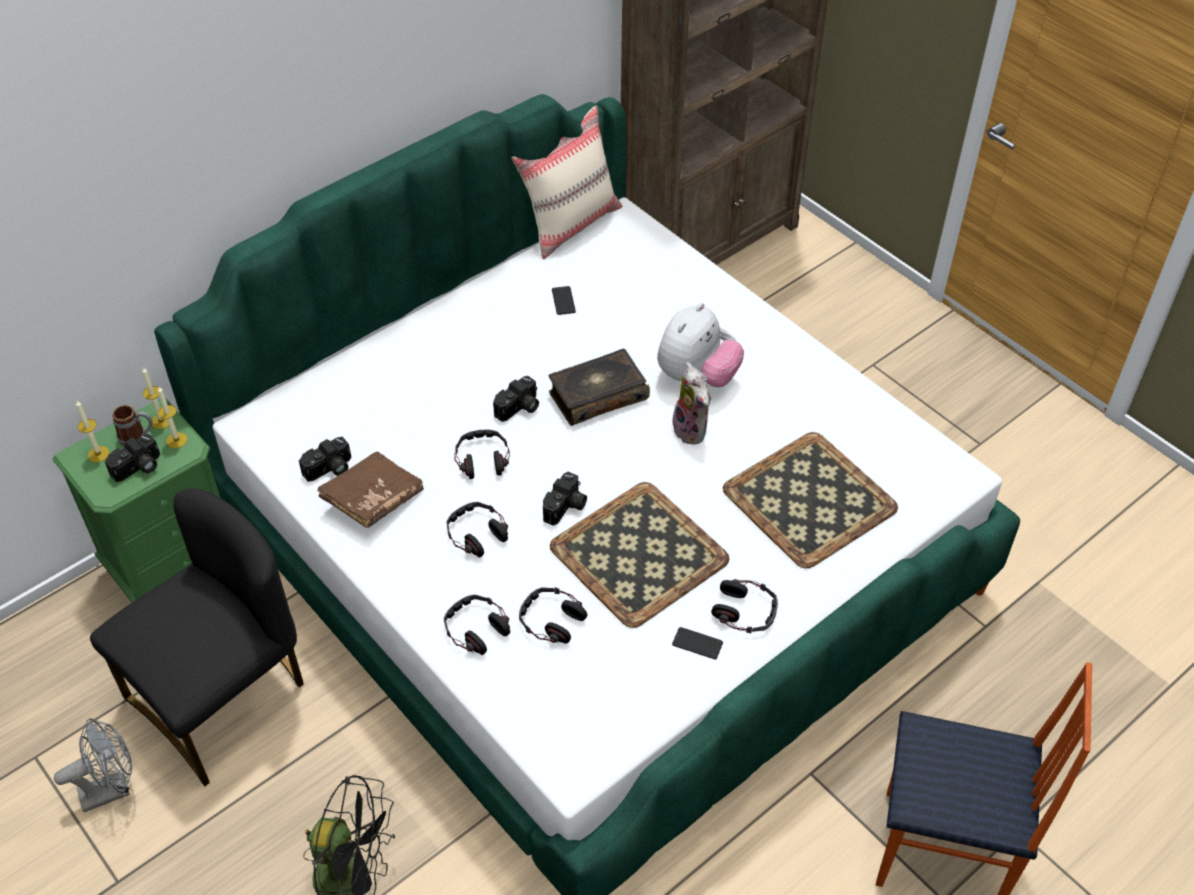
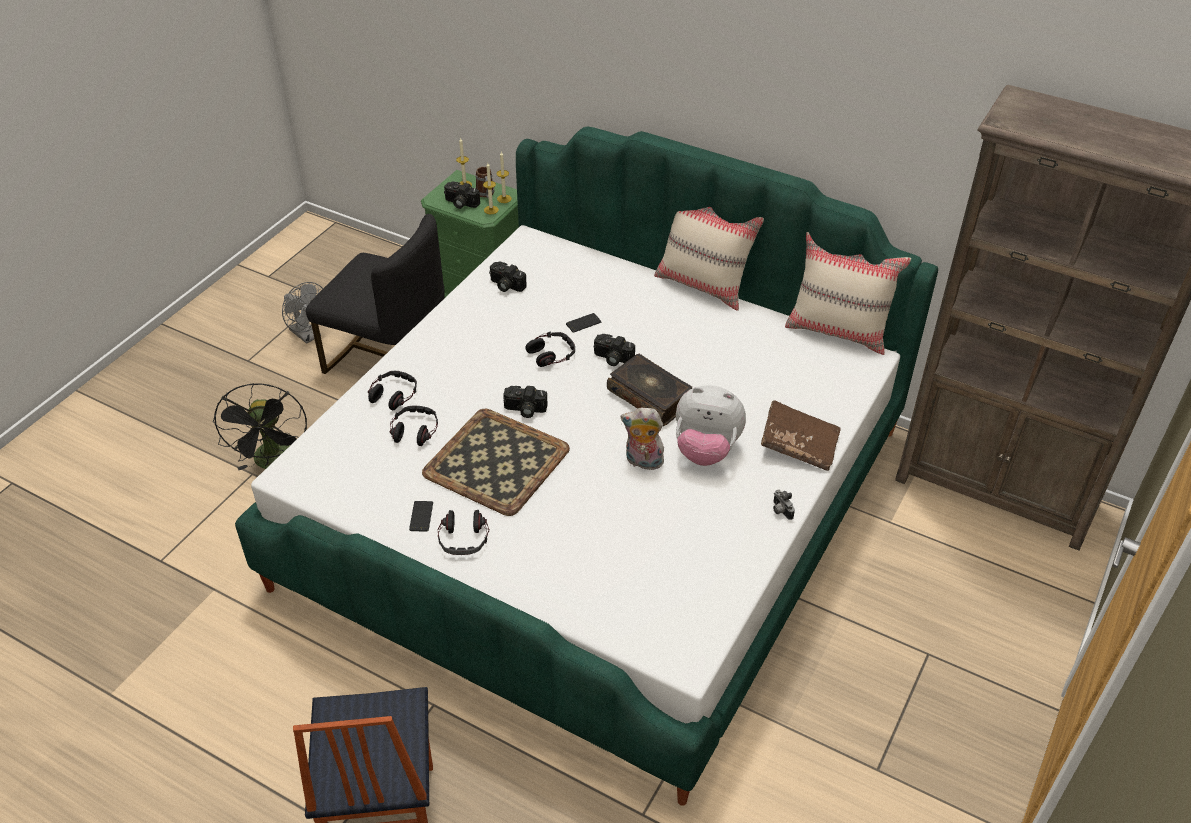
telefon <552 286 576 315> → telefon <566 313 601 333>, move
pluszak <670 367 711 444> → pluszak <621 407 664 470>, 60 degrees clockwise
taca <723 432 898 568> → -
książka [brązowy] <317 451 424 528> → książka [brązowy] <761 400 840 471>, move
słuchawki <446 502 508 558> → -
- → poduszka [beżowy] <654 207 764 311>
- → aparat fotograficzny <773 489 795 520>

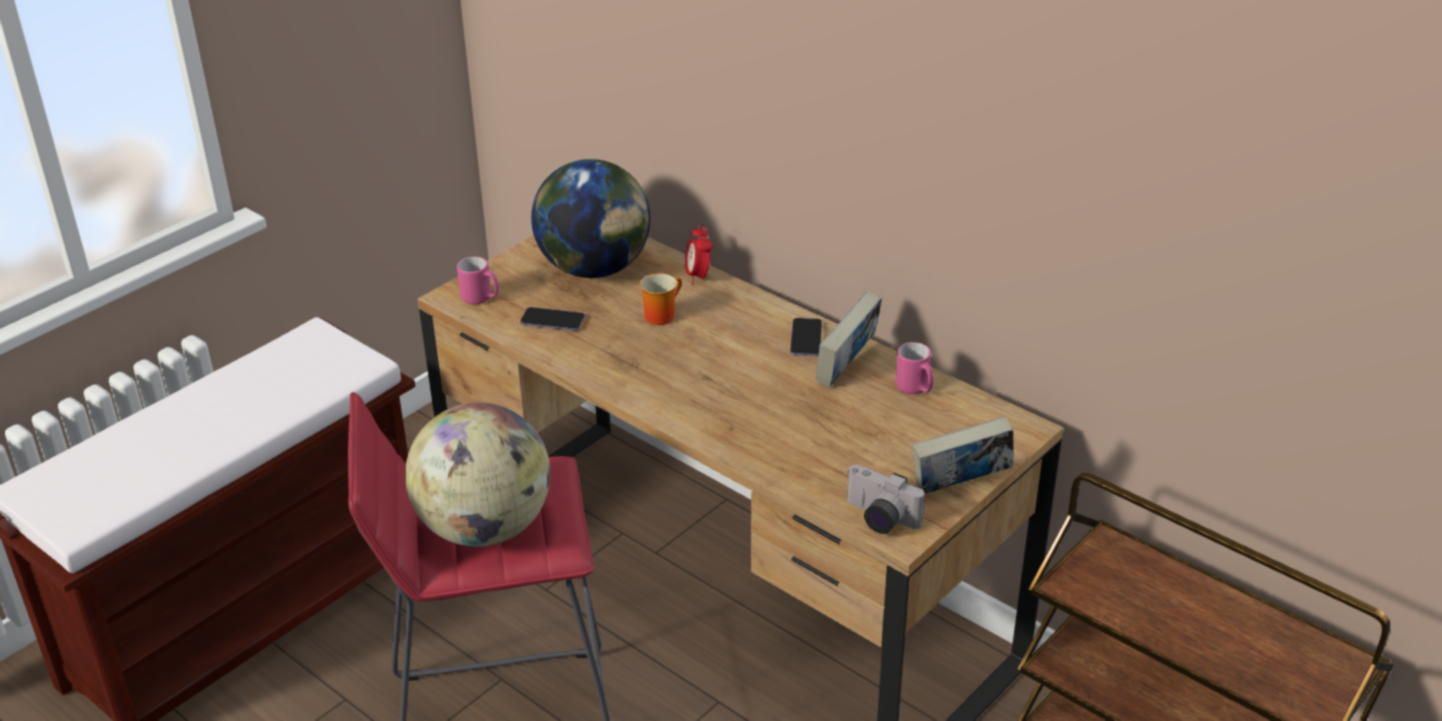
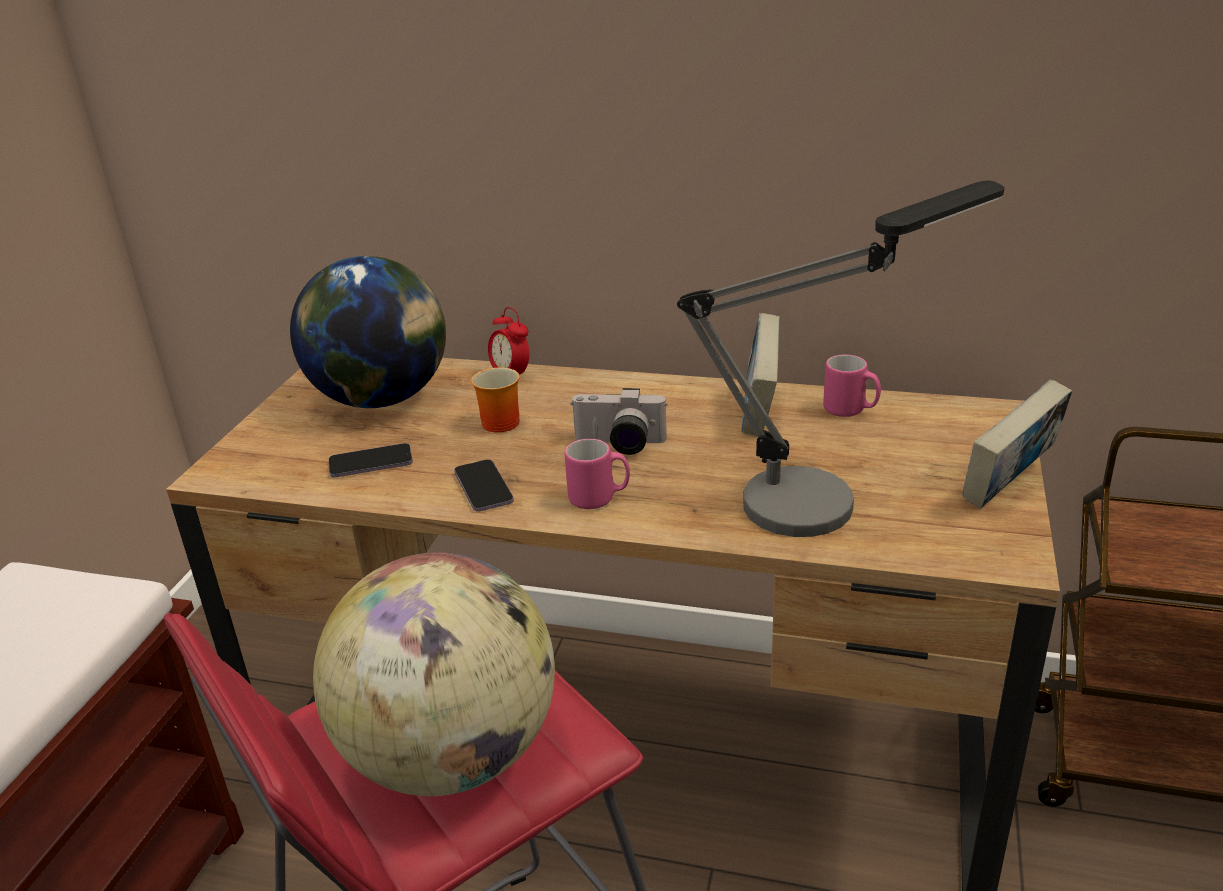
kubek [różowy] <457 257 499 304> → kubek [różowy] <564 439 630 509>, move
telefon <790 318 822 356> → telefon <454 460 514 512>, move
aparat fotograficzny <847 465 925 534> → aparat fotograficzny <570 388 667 455>, move
- → lampa stołowa <677 180 1004 537>

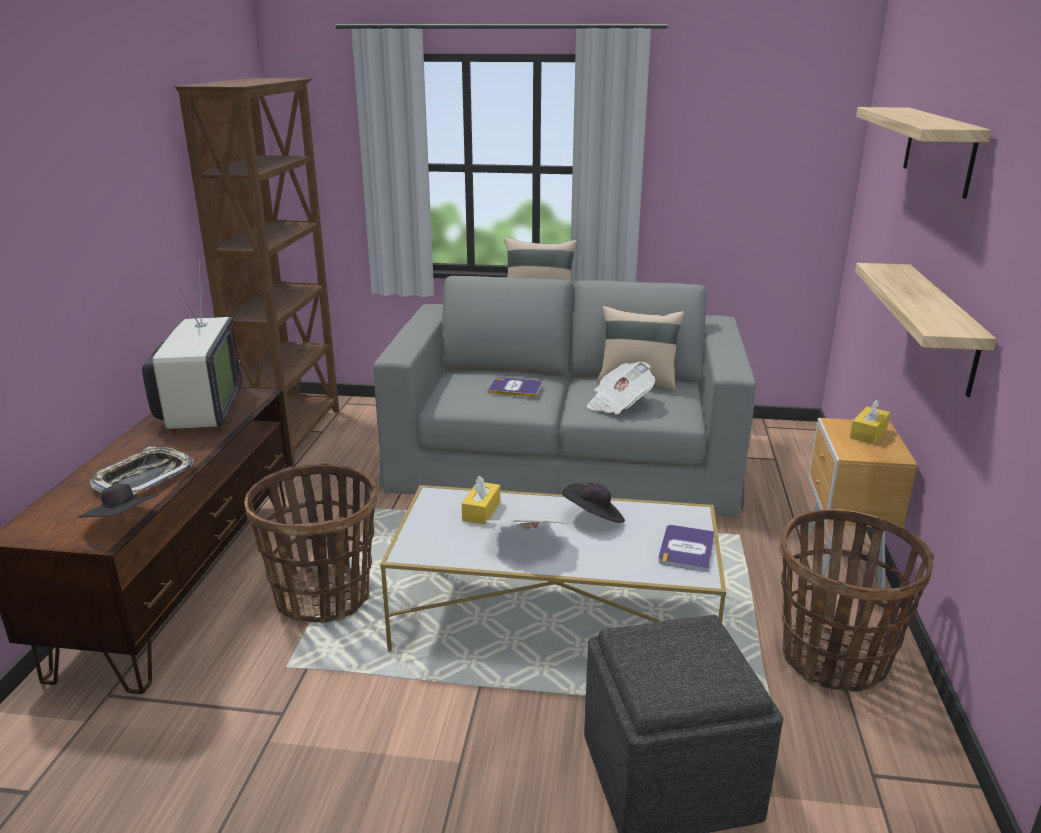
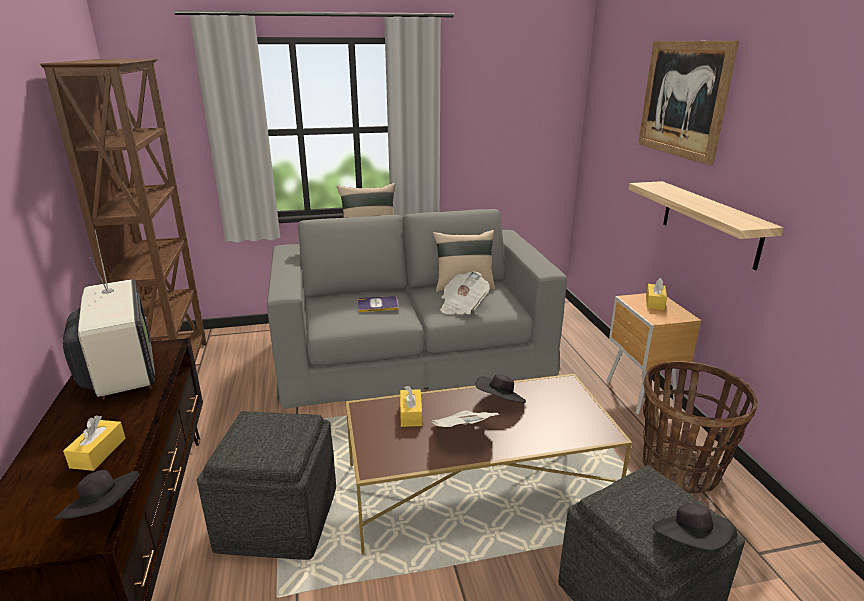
półka <856 107 992 199> → obraz <638 41 739 166>
taca <90 447 194 495> → pudełko chusteczek [żółty] <63 415 126 471>
koszyk <244 464 377 624> → pufa [szary] <197 411 336 560>
ława [biały] <380 485 726 652> → ława [brązowy] <345 373 632 555>
książka <658 525 715 572> → -
- → kapelusz [czarny] <652 503 734 550>

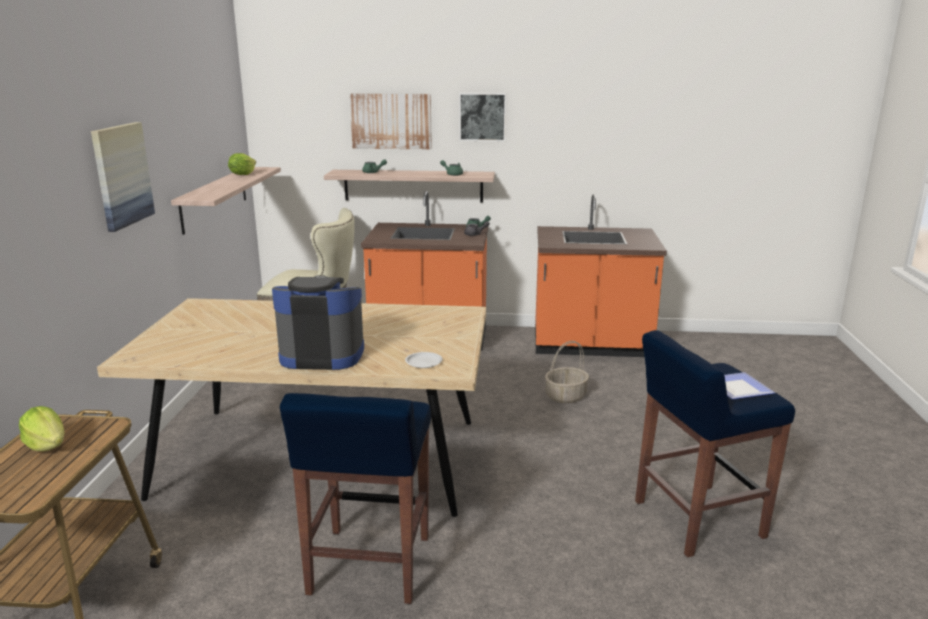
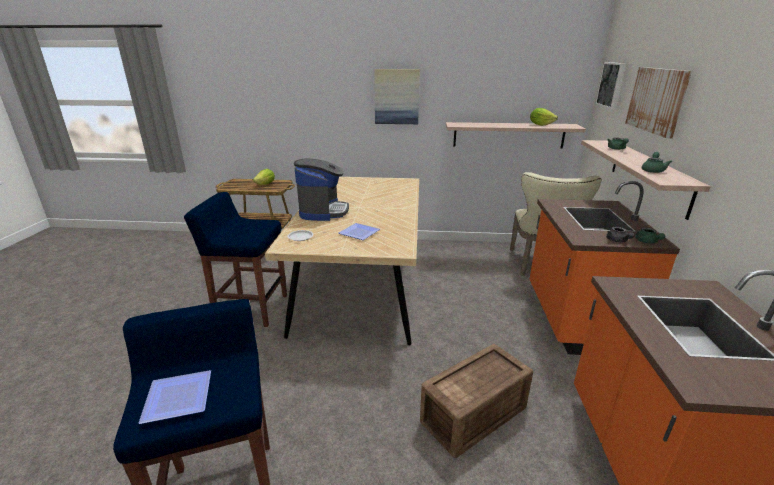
obraz <459 92 506 141> → obraz <595 62 626 109>, move
koszyk <545 341 589 403> → skrzynka <420 344 533 458>
- → talerz <338 223 380 240>

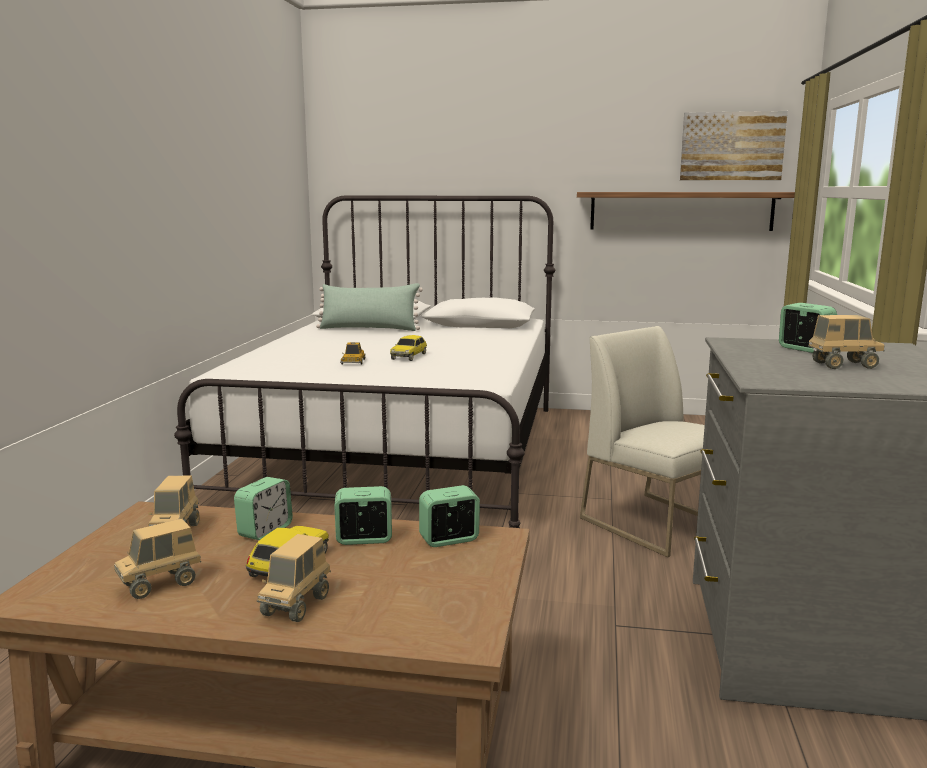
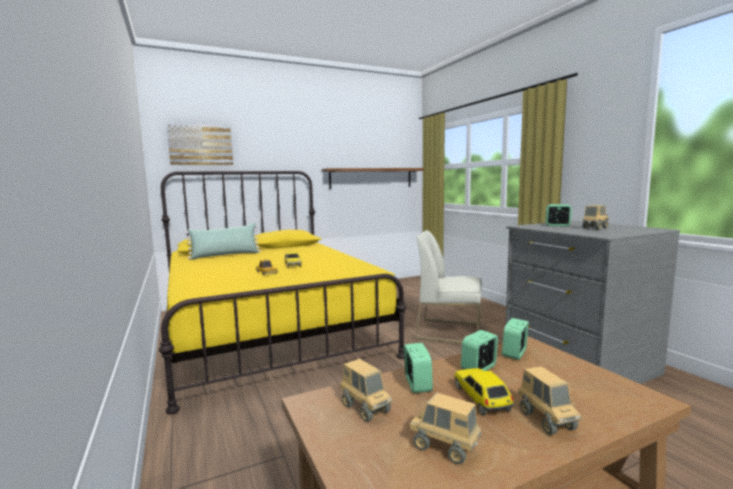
obraz <680 111 788 180> → obraz <166 123 233 165>, move
łóżko [biały] <174 195 555 528> → łóżko [żółty] <159 171 407 414>
ciężarówka zabawkowa <114 519 201 599> → ciężarówka zabawkowa <409 392 481 465>, 105 degrees clockwise

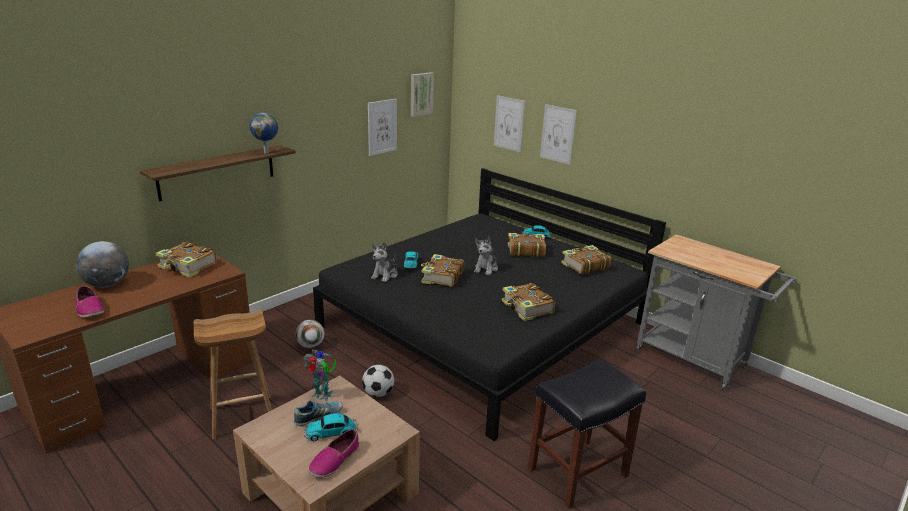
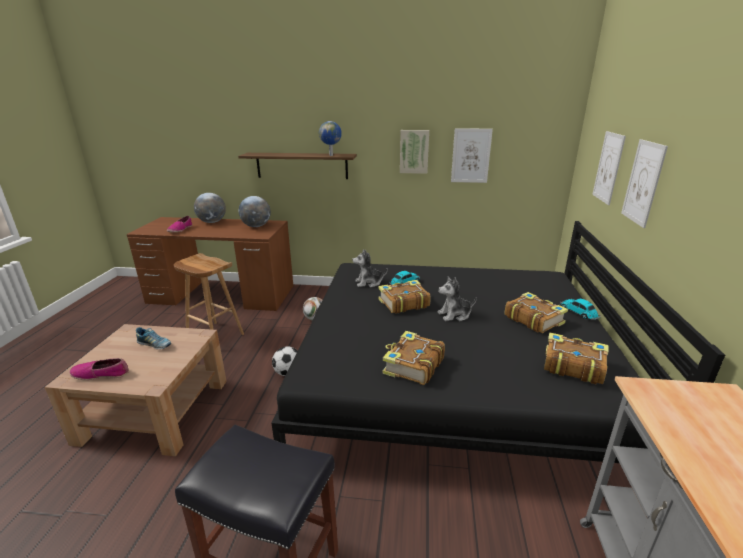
obraz <411 72 434 117> → obraz <400 130 429 174>, move
książka <155 242 217 277> → globus <239 196 271 227>
robot zabawkowy <304 350 336 401> → -
samochodzik <304 413 358 441> → -

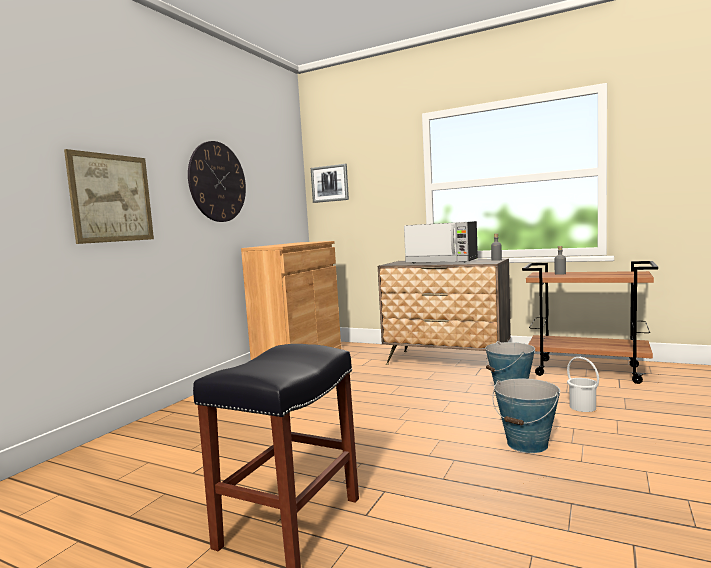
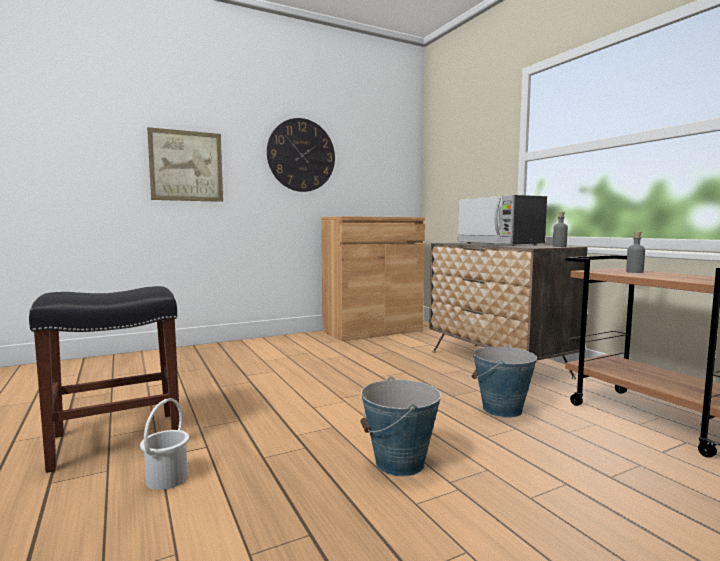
obraz <311 164 349 203> → -
wiadro [biały] <567 357 599 412> → wiadro [biały] <140 398 189 490>, move

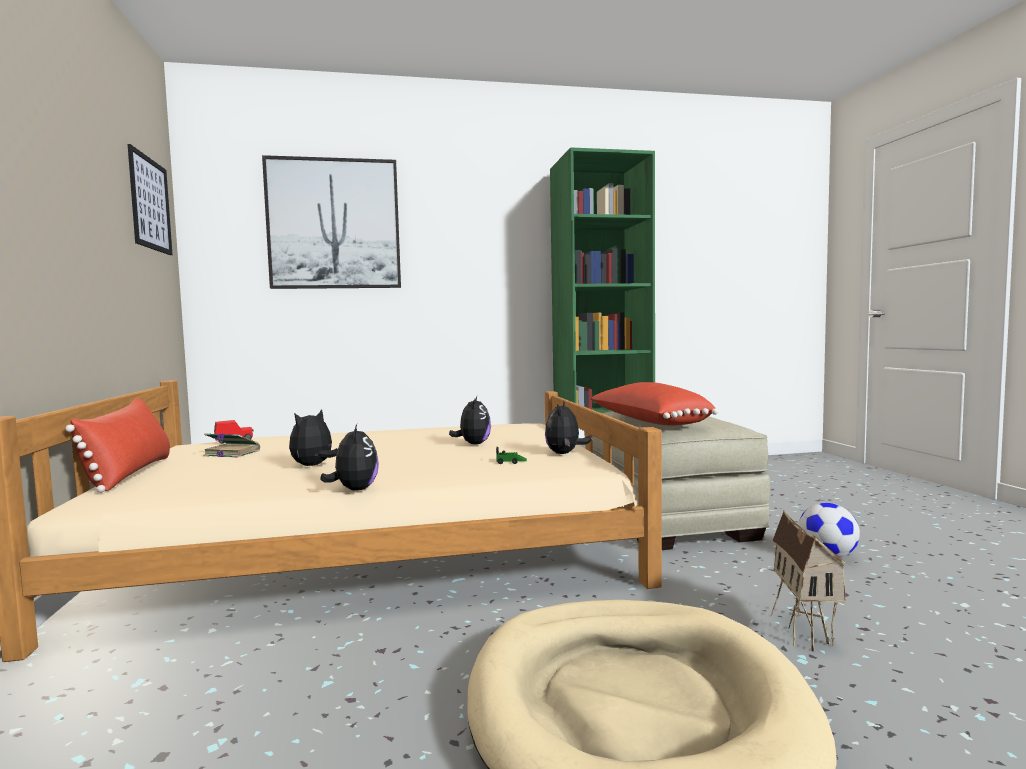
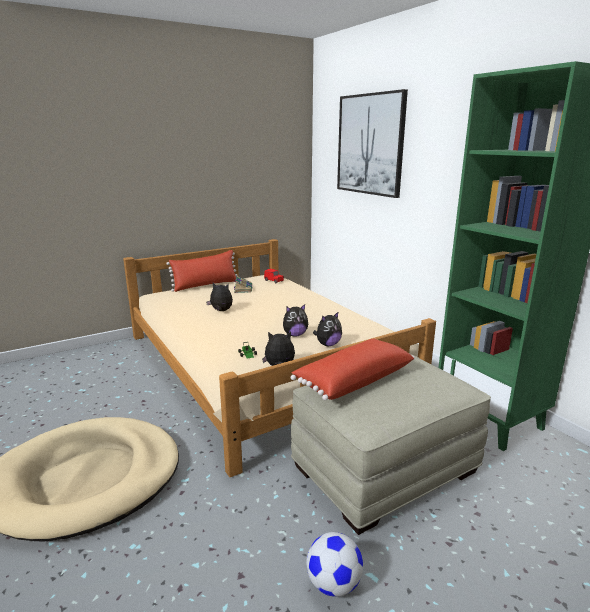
obraz <127 144 173 255> → -
pluszak <321 424 379 491> → pluszak <313 311 342 346>, move
domek <771 510 850 652> → -

